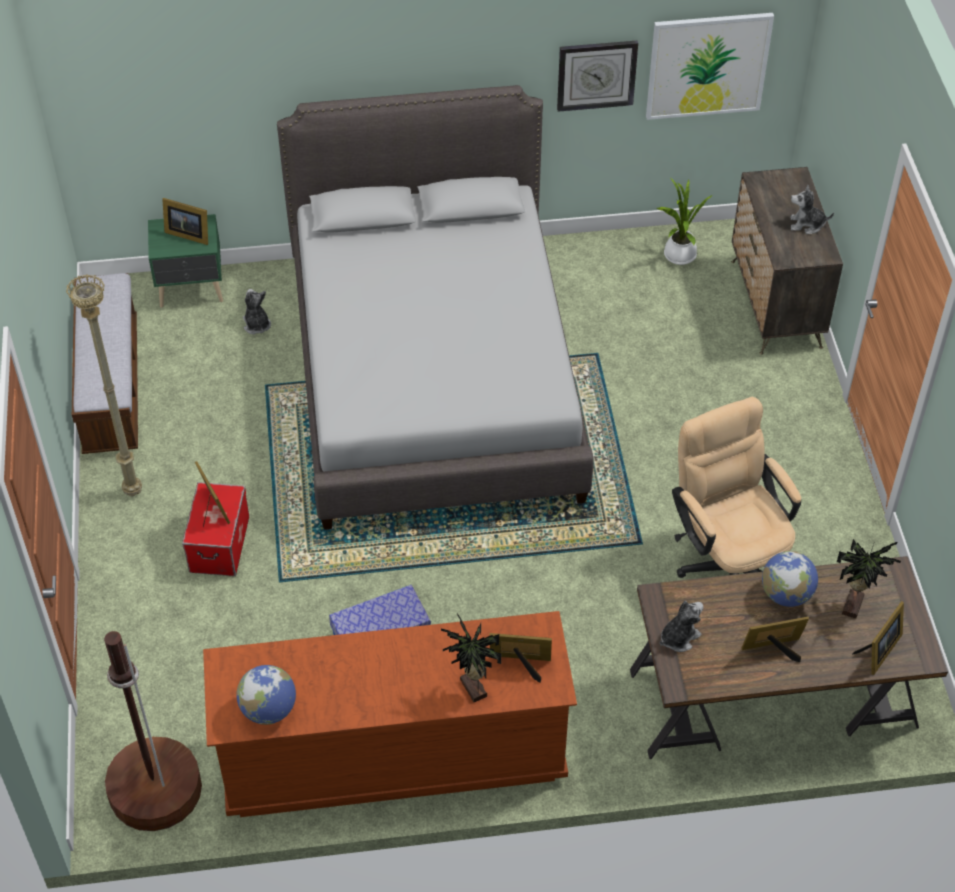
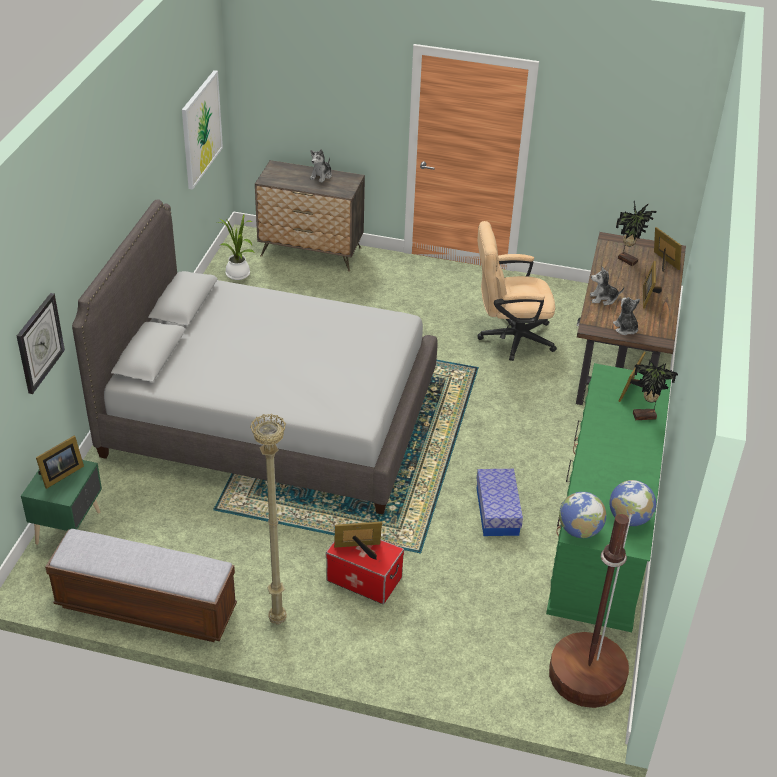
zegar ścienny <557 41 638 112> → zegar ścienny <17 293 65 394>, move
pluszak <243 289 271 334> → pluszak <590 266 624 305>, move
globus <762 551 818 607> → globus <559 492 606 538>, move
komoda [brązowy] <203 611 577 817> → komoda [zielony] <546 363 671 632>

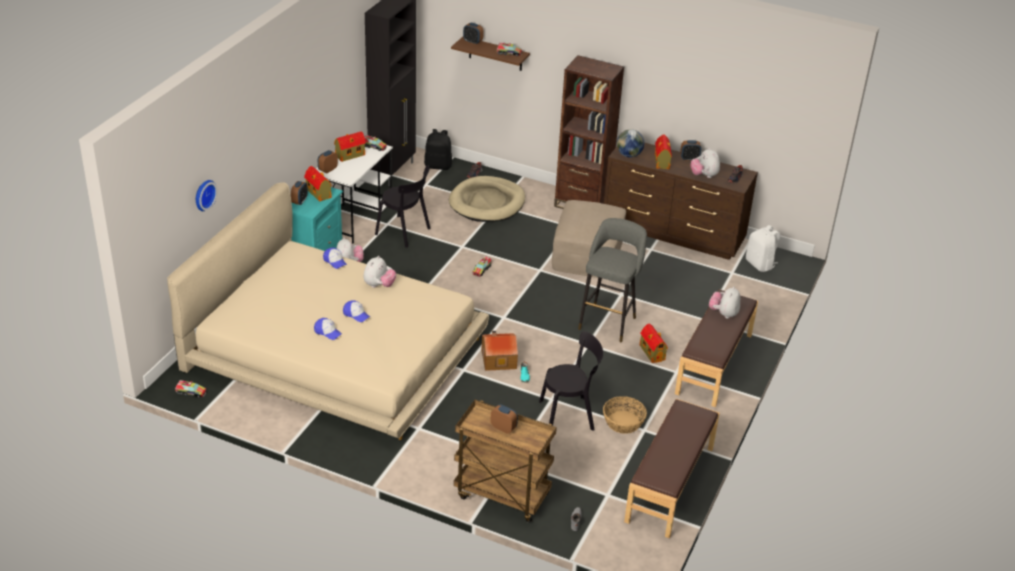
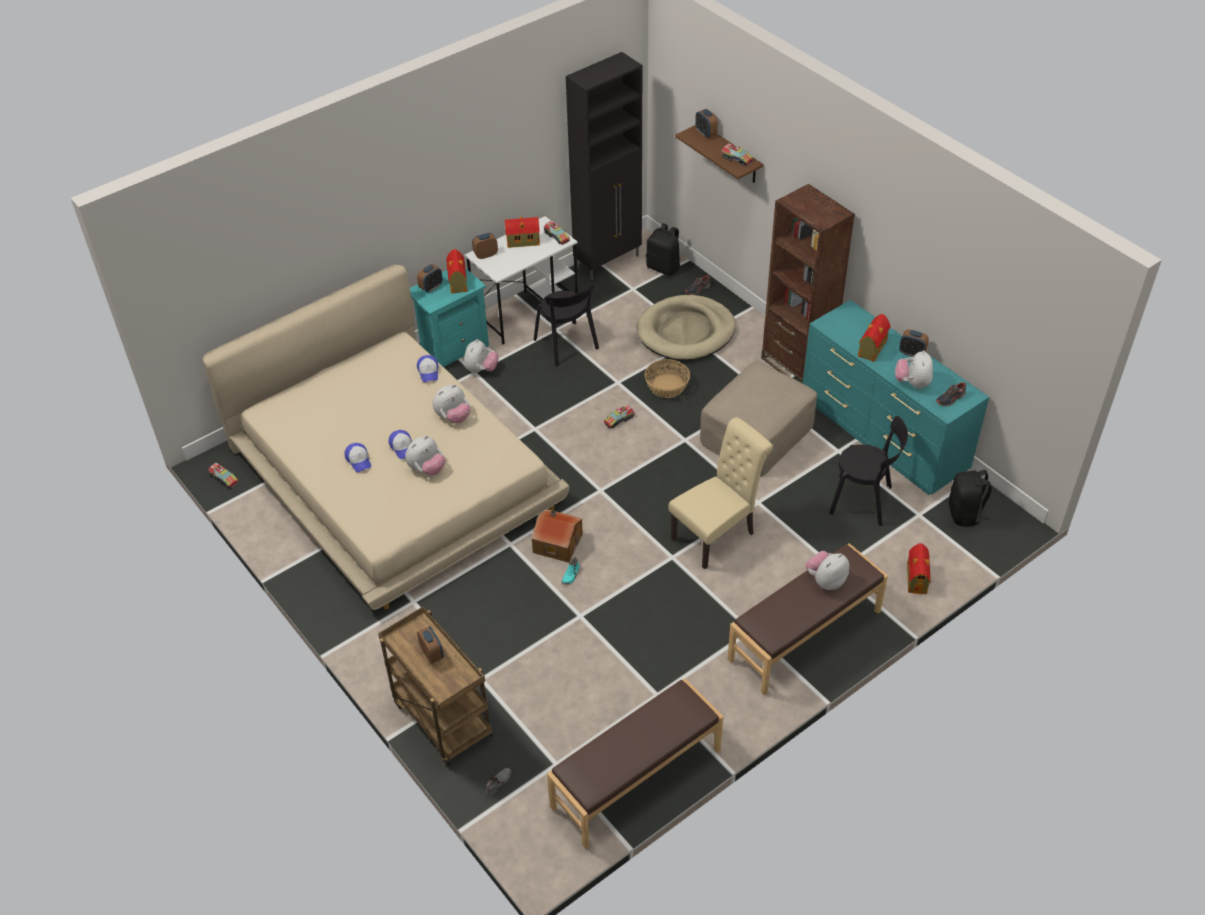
globus <617 129 644 158> → -
komoda [brązowy] <604 142 758 260> → komoda [turkusowy] <803 300 989 495>
zegar ścienny <196 180 218 211> → -
stołek [szary] <578 218 647 342> → krzesło [beżowy] <668 417 773 569>
plecak [biały] <746 225 780 272> → plecak [czarny] <949 470 992 527>
domek <640 324 668 363> → domek <907 543 931 594>, move
krzesło [czarny] <539 331 603 430> → krzesło [czarny] <829 416 908 526>, move
koszyk <603 396 647 434> → koszyk <645 359 690 398>, move
- → pluszak <405 435 446 475>

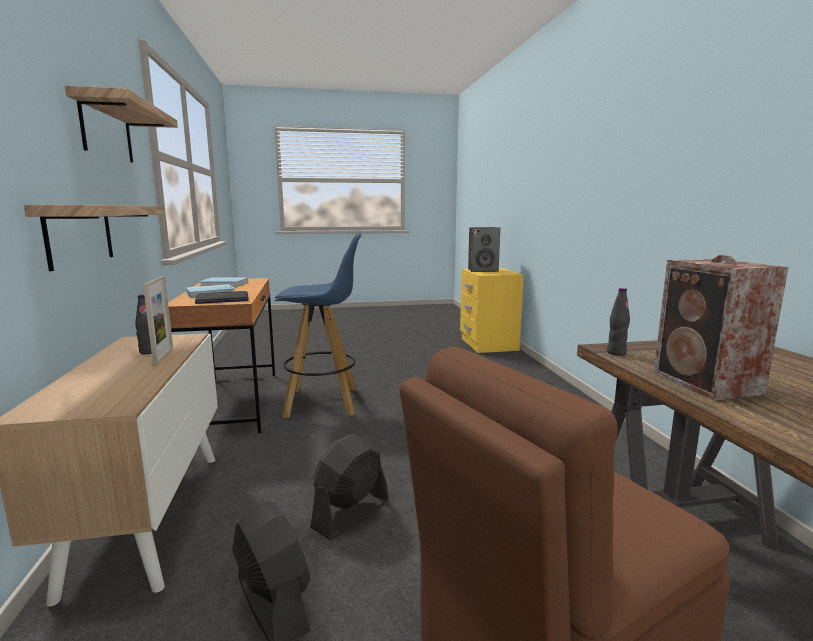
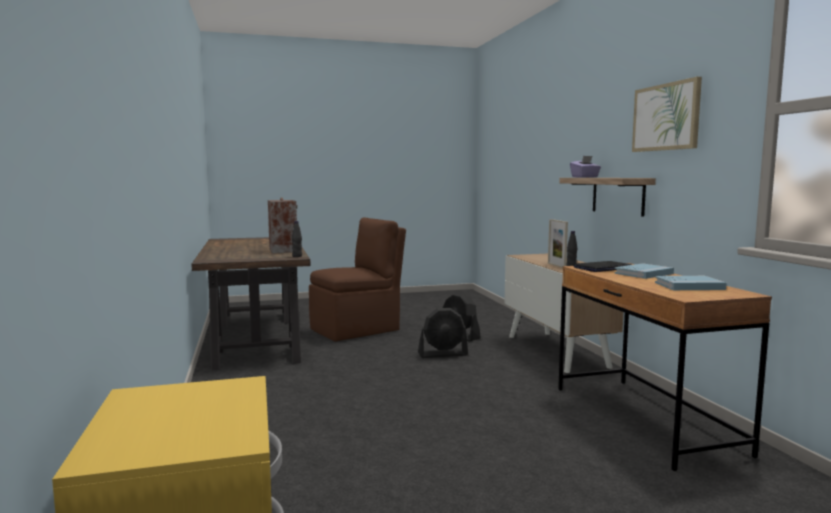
półka <65 86 178 163> → obraz <632 77 702 152>
głośnik <468 227 500 272> → -
stołek [niebieski] <274 233 361 418> → -
wentylator [czarny] <310 434 389 540> → wentylator [czarny] <418 308 468 358>, 45 degrees clockwise
- → pudełko chusteczek [fioletowy] <570 156 601 177>

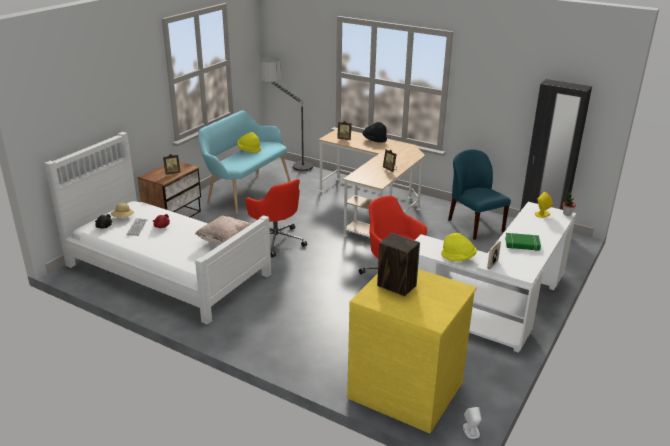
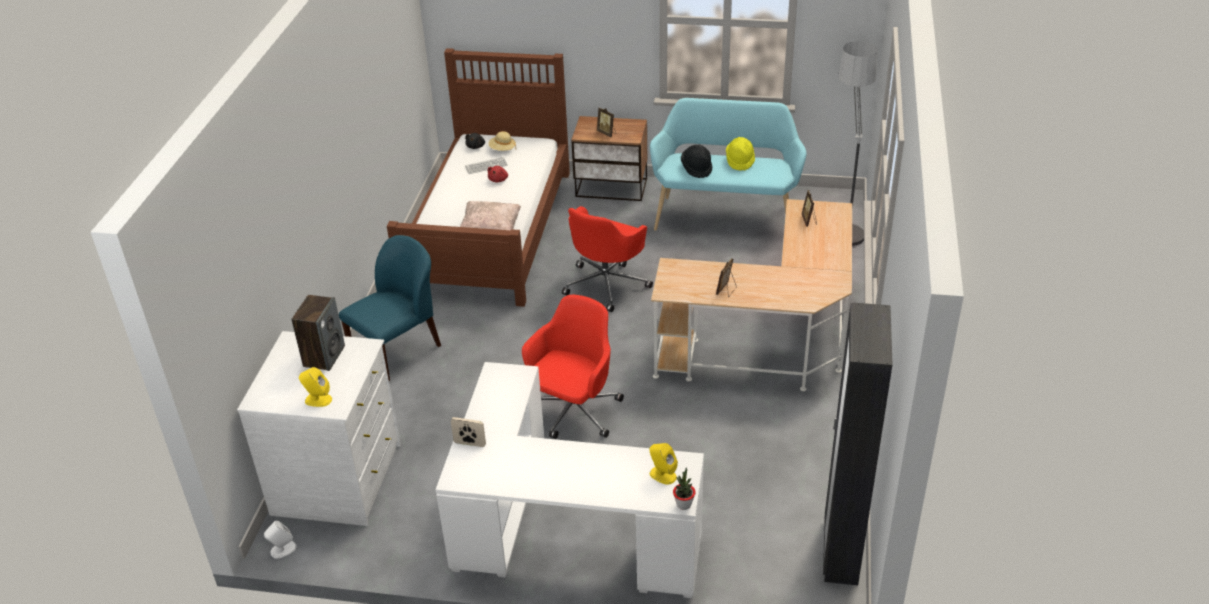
kapelusz [czarny] <363 122 387 142> → kapelusz [czarny] <681 145 712 178>, move
łóżko [biały] <44 132 271 325> → łóżko [brązowy] <387 48 570 307>
krzesło [niebieski] <448 149 511 240> → krzesło [niebieski] <339 235 441 381>, move
kapelusz [żółty] <441 233 477 261> → -
książka [zielony] <505 233 541 251> → -
komoda [żółty] <347 269 477 433> → komoda [biały] <237 331 401 526>
- → głośnik [żółty] <299 367 332 407>

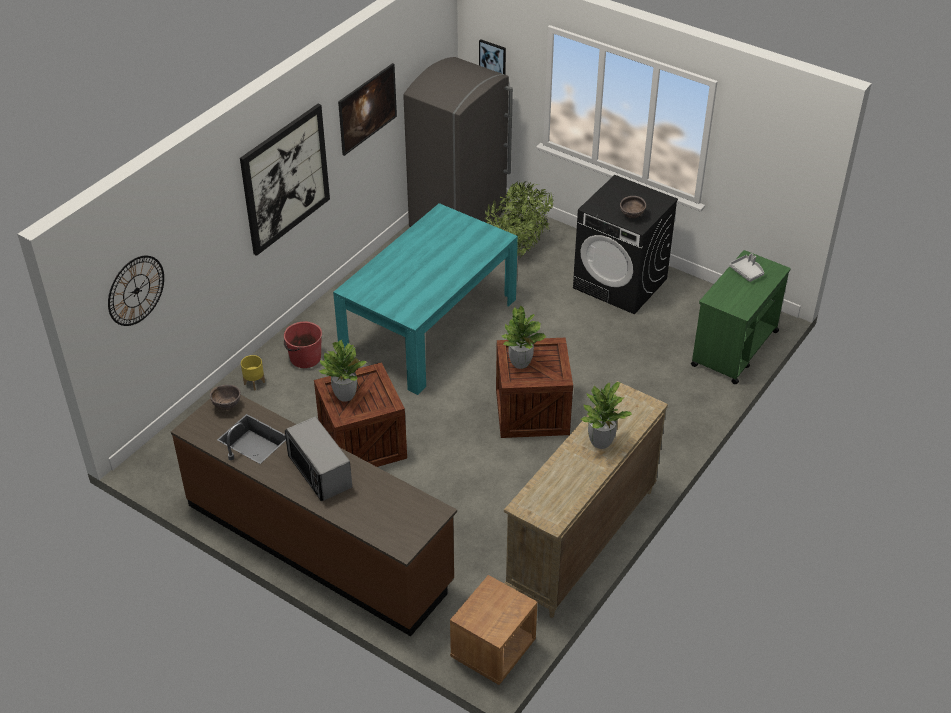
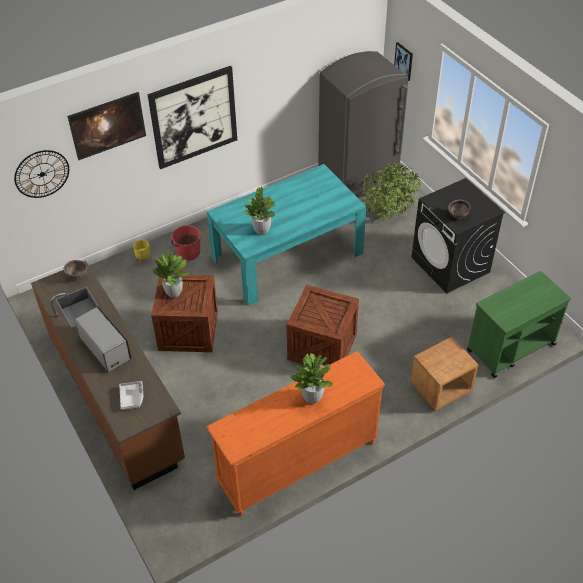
obraz <338 63 397 156> → obraz <67 92 146 160>, move
taca [szary] <729 253 764 282> → taca [szary] <119 381 143 410>, move
roślina doniczkowa <502 305 546 369> → roślina doniczkowa <242 186 275 235>, move
komoda [beżowy] <504 381 668 618> → komoda [pomarańczowy] <206 351 385 516>
mikrofalówka <285 417 352 501> → mikrofalówka <75 306 131 372>, 150 degrees clockwise
szafka nocna [brązowy] <450 575 537 685> → szafka nocna [brązowy] <410 337 479 411>, move

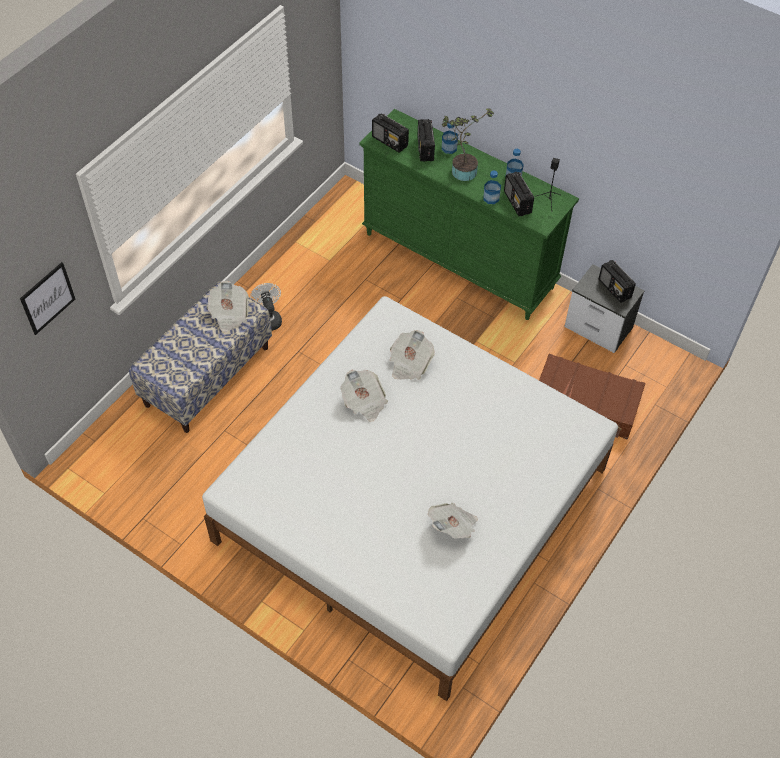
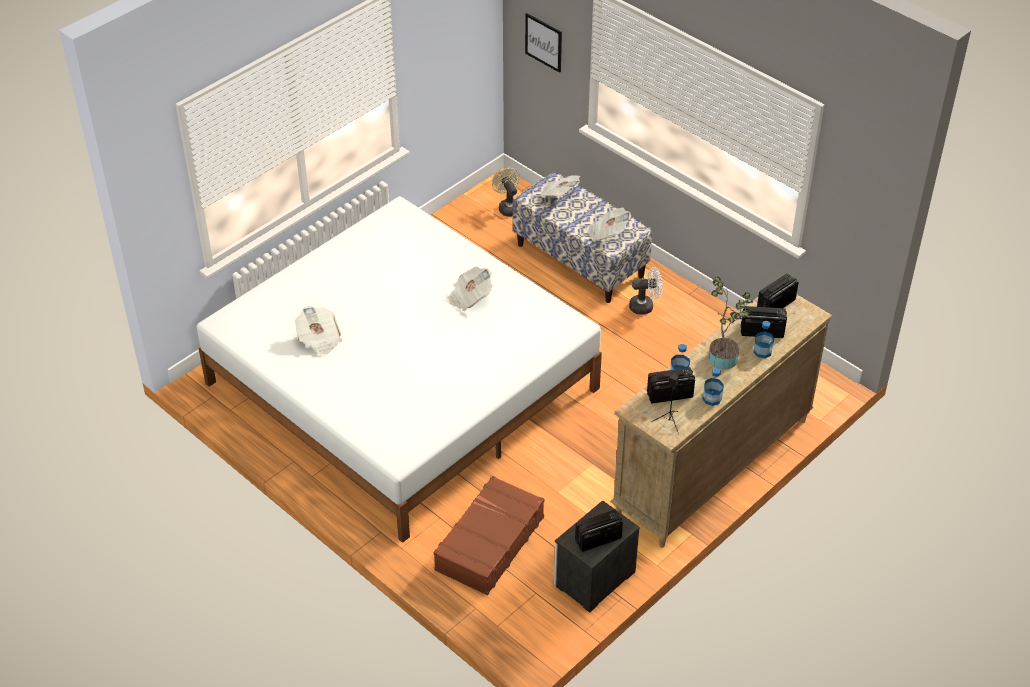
komoda [zielony] <359 109 579 320> → komoda [beżowy] <610 295 832 548>
gazeta <390 330 435 380> → gazeta <540 175 580 197>, move
- → wentylator [beżowy] <492 168 520 217>

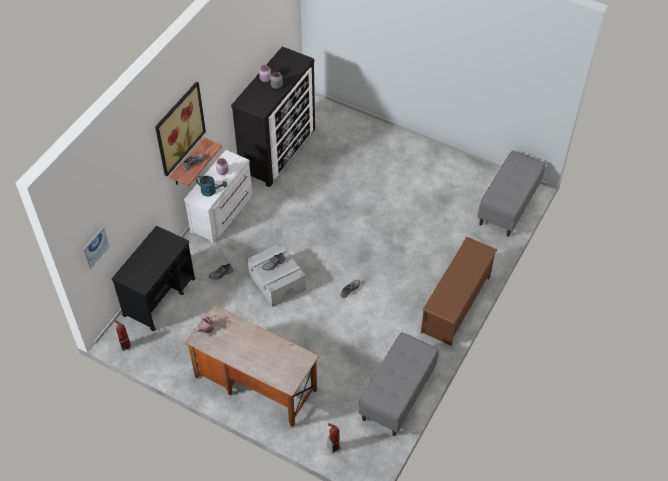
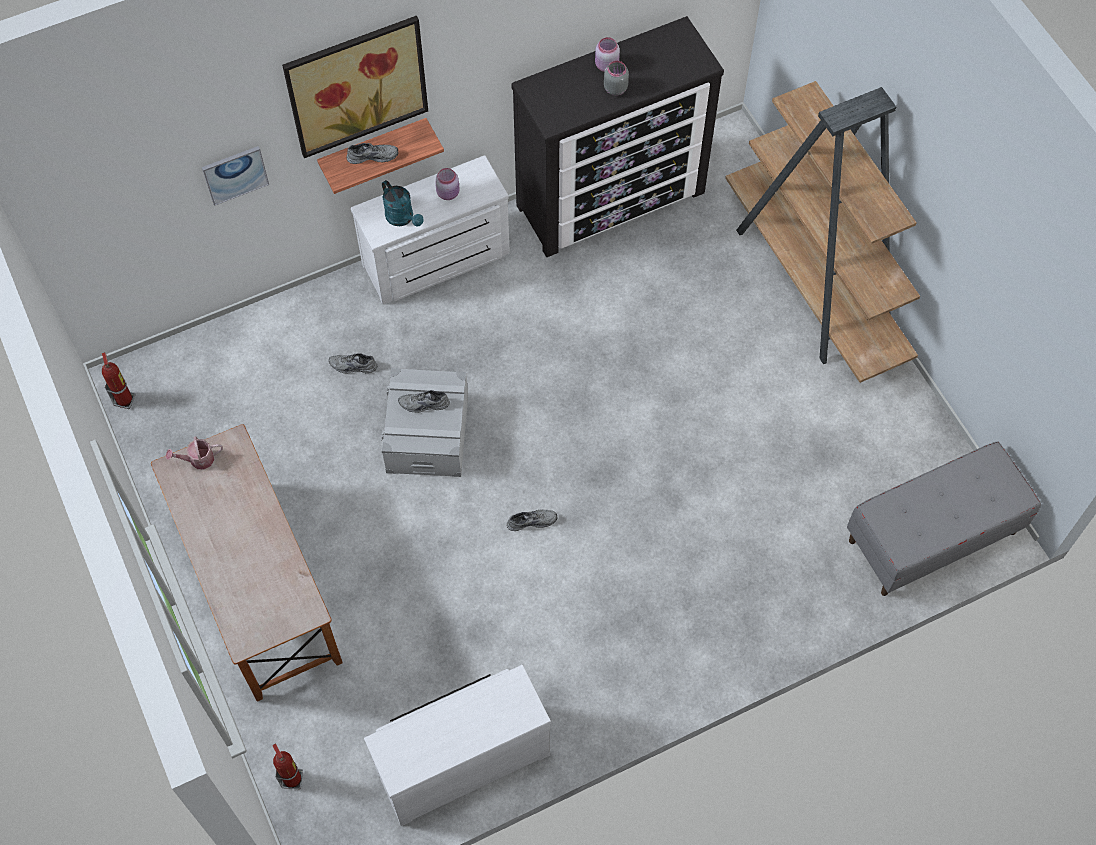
wózek [czarny] <112 226 195 331> → -
obraz <82 227 110 270> → obraz <202 146 269 206>, move
regał na buty [brązowy] <421 237 497 346> → -
ławka [szary] <359 332 439 436> → komoda [biały] <364 665 551 826>
- → regał [brązowy] <725 81 920 383>

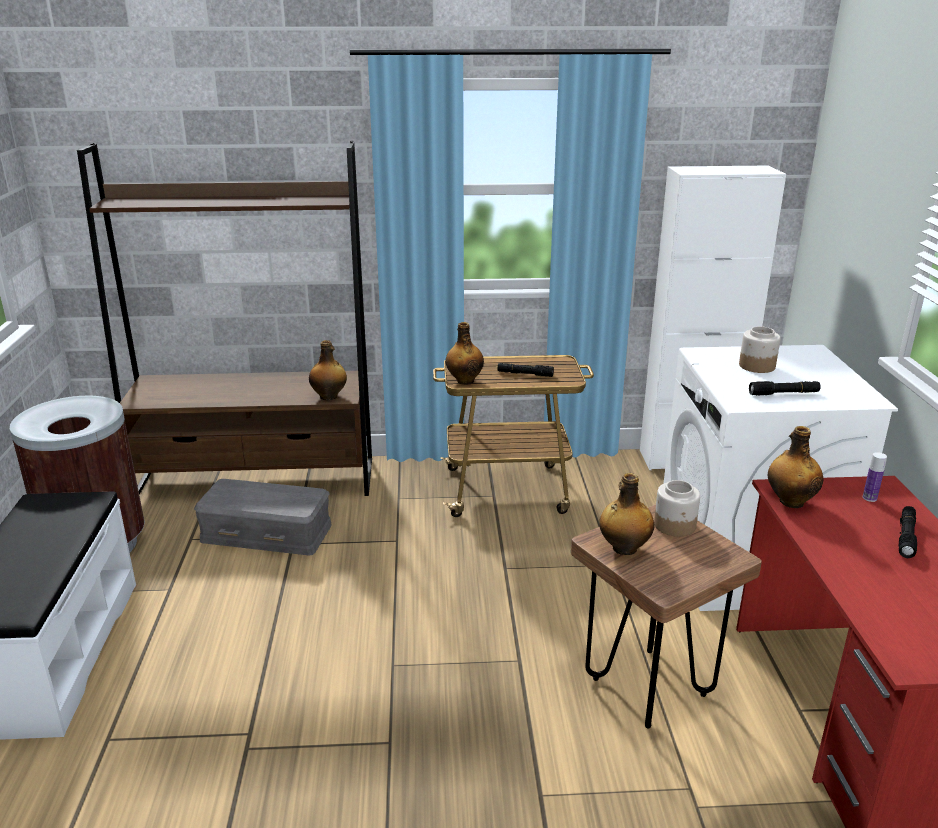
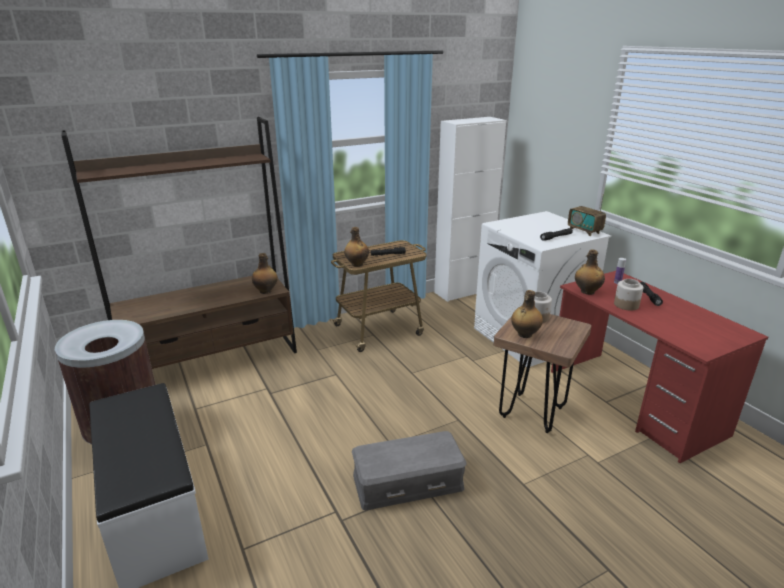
słoik <739 326 781 373> → słoik <614 279 644 311>, move
pojemnik do przechowywania [szary] <194 479 332 555> → pojemnik do przechowywania [szary] <352 431 467 510>, move
- → radio <568 194 606 236>

